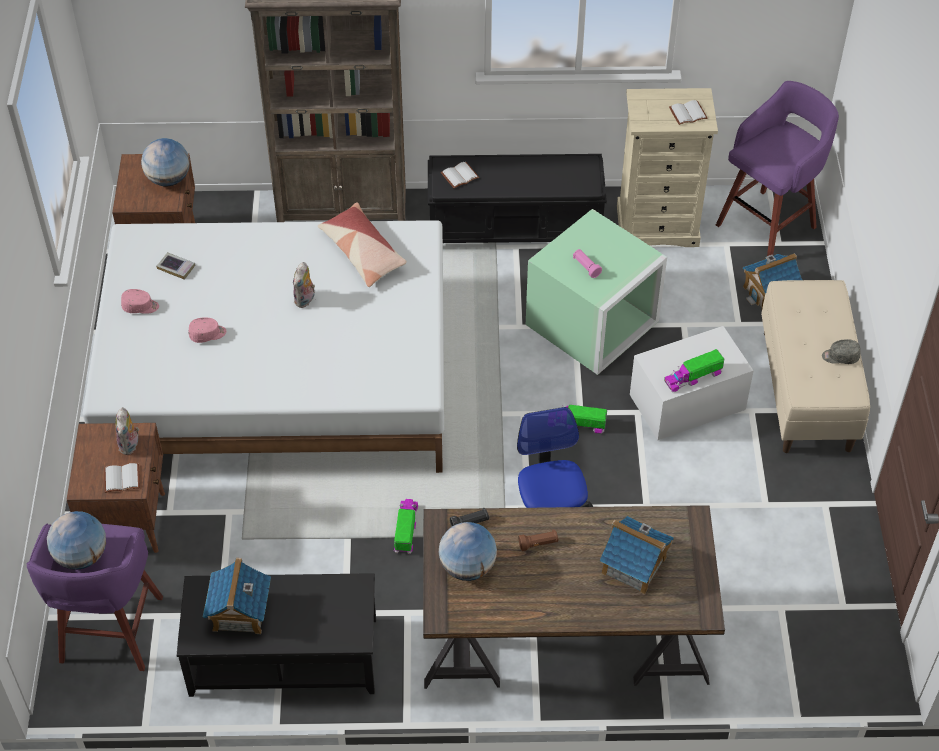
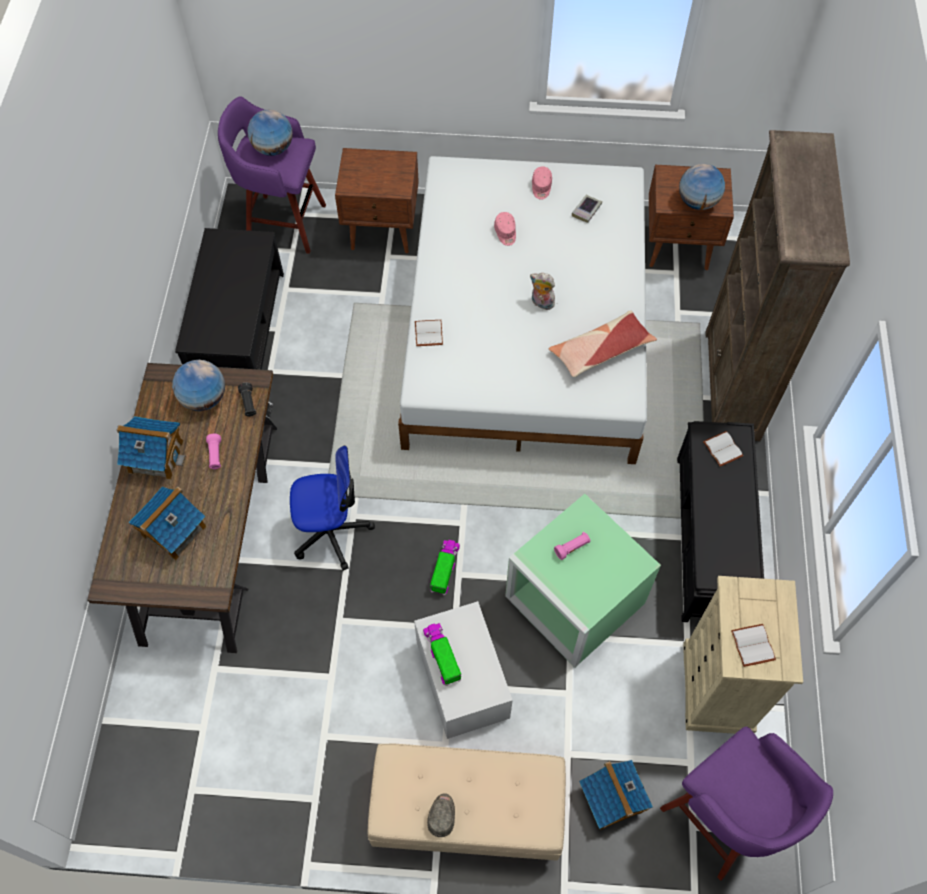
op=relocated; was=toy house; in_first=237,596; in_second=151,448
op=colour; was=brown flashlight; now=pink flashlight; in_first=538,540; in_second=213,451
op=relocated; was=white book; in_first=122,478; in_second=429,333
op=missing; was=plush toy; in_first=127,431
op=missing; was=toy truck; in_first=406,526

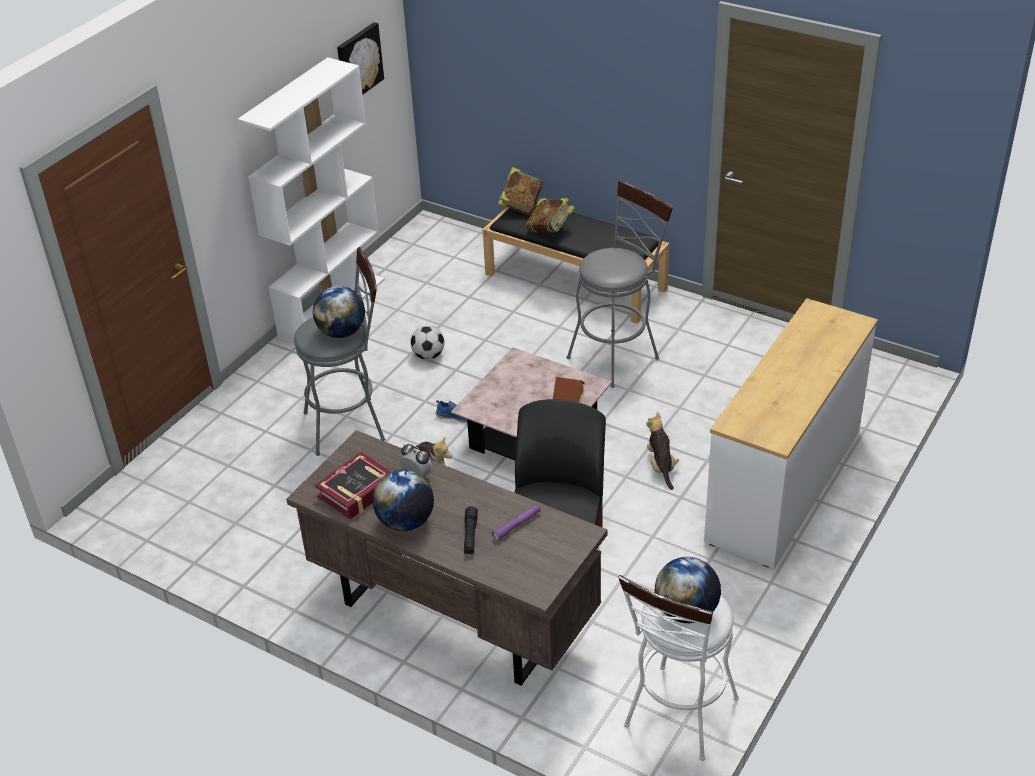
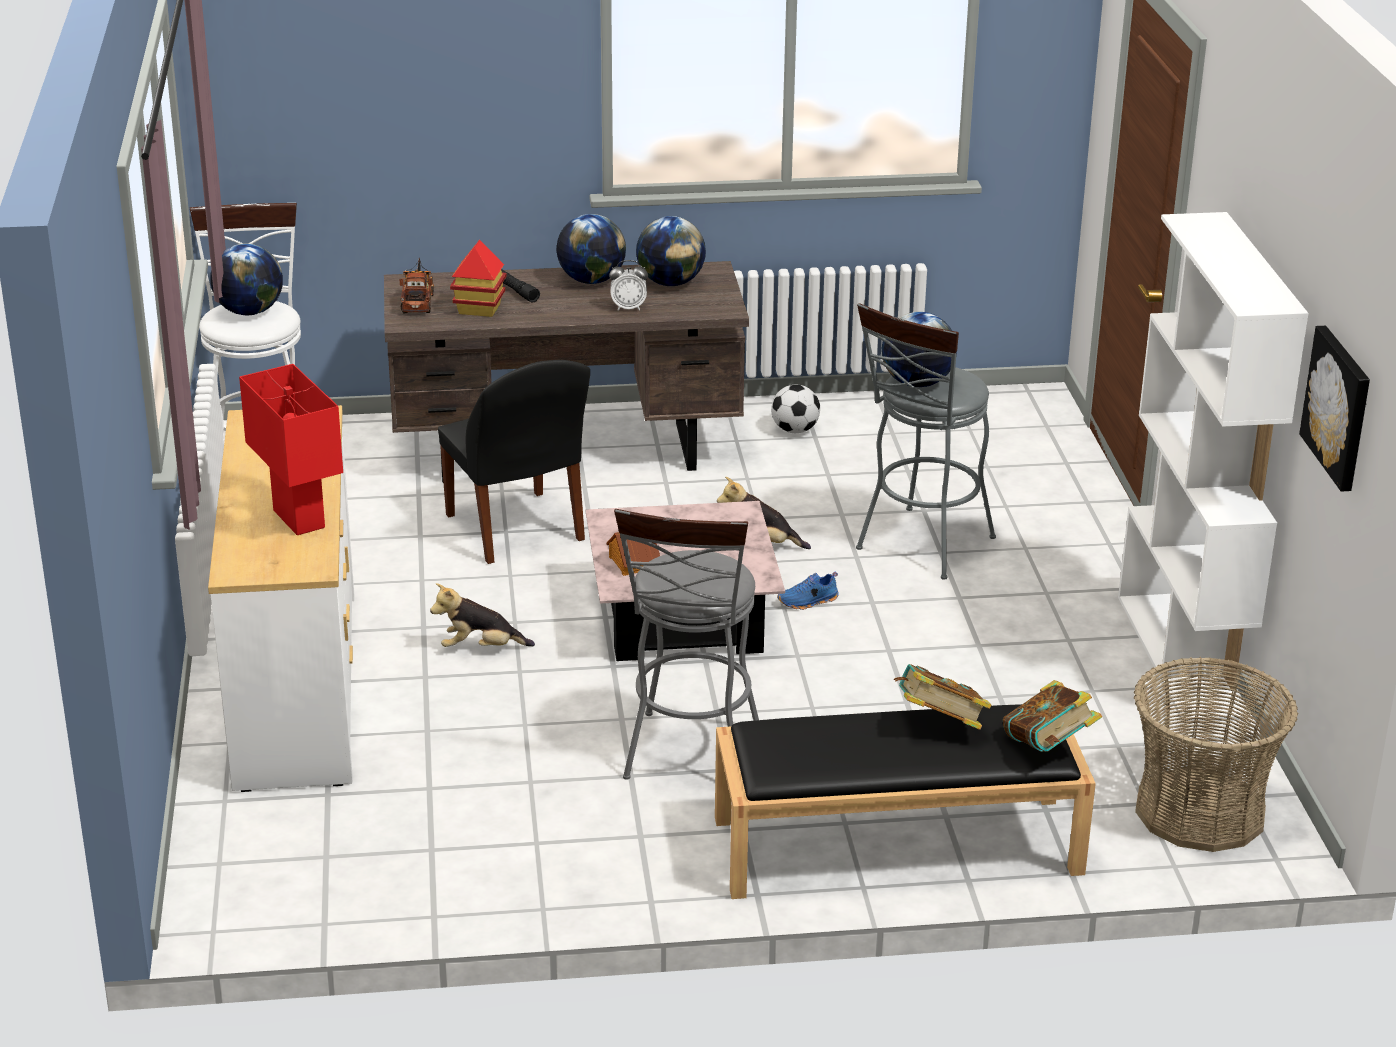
op=appeared; now=red table lamp; in_second=291,449
op=appeared; now=toy truck; in_second=416,286
op=spun; was=plush toy; in_first=662,451; in_second=482,615; clockwise=135
op=exchanged; was=purple flashlight; now=toy house; in_first=516,523; in_second=478,278
op=exchanged; was=book; now=globe; in_first=353,485; in_second=671,251
op=relocated; was=football; in_first=427,343; in_second=795,409
op=appeared; now=basket; in_second=1215,754

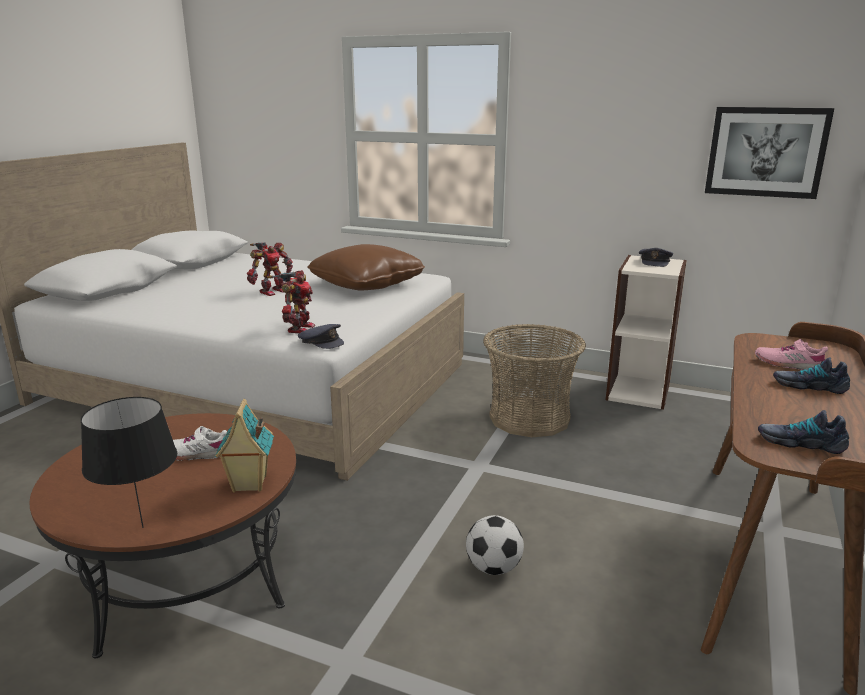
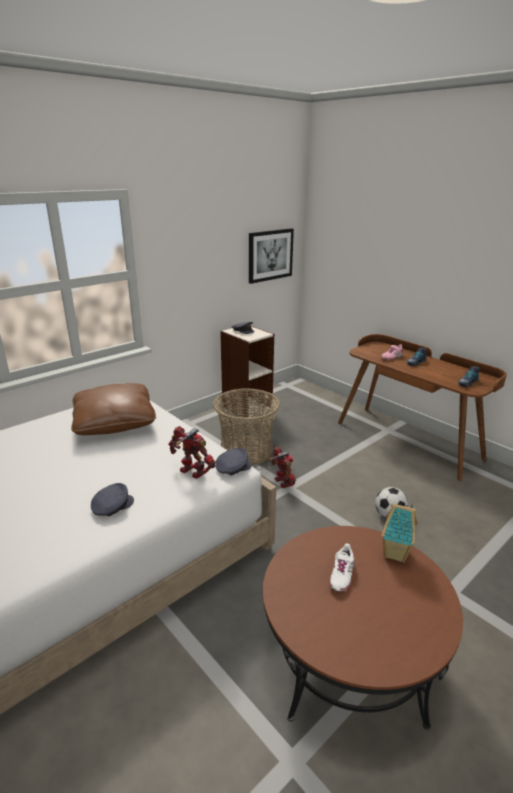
op=appeared; now=grey cap; in_second=112,500
op=relocated; was=toy robot; in_first=270,269; in_second=282,467
op=missing; was=black table lamp; in_first=129,462

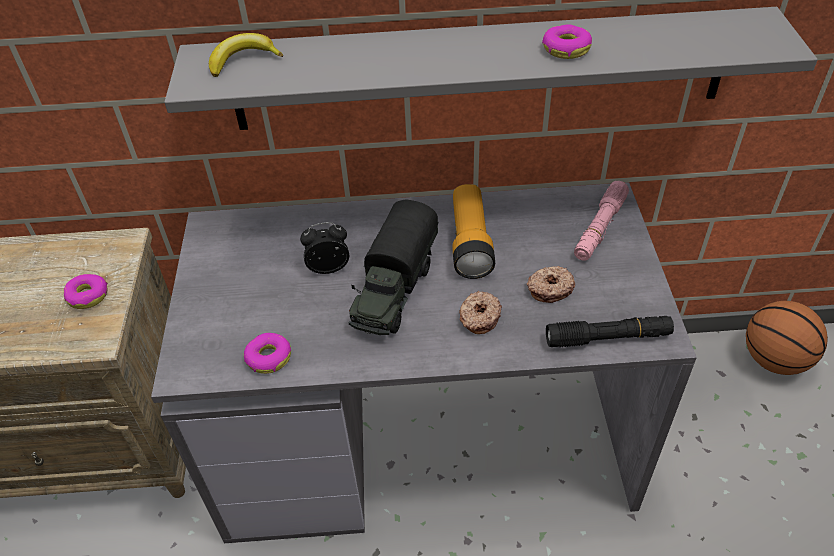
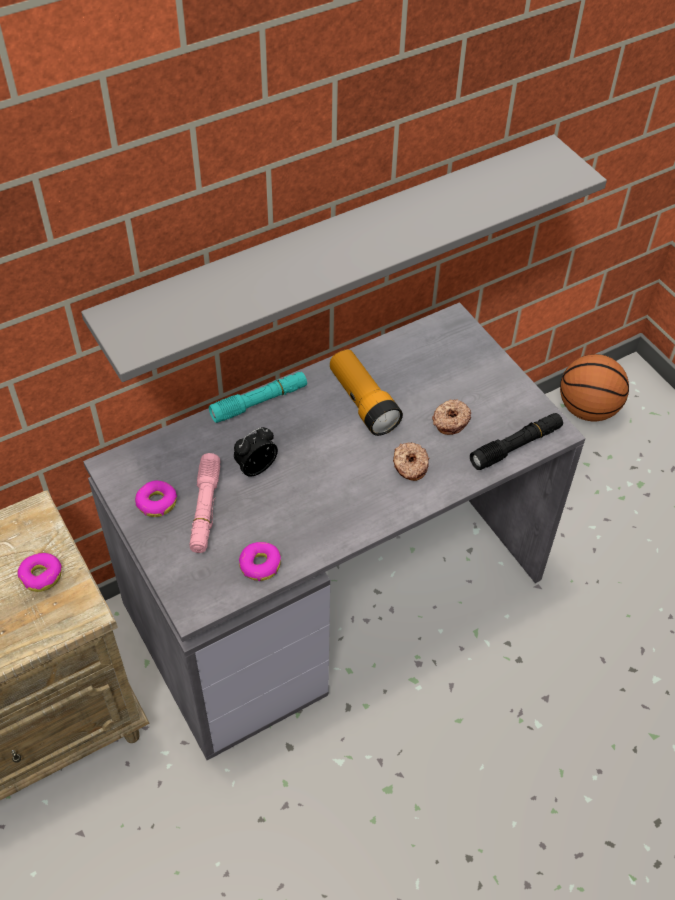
op=relocated; was=donut; in_first=567,41; in_second=156,498
op=relocated; was=pink flashlight; in_first=601,221; in_second=205,503
op=appeared; now=turquoise flashlight; in_second=258,397
op=missing; was=banana; in_first=246,55
op=missing; was=toy truck; in_first=393,267

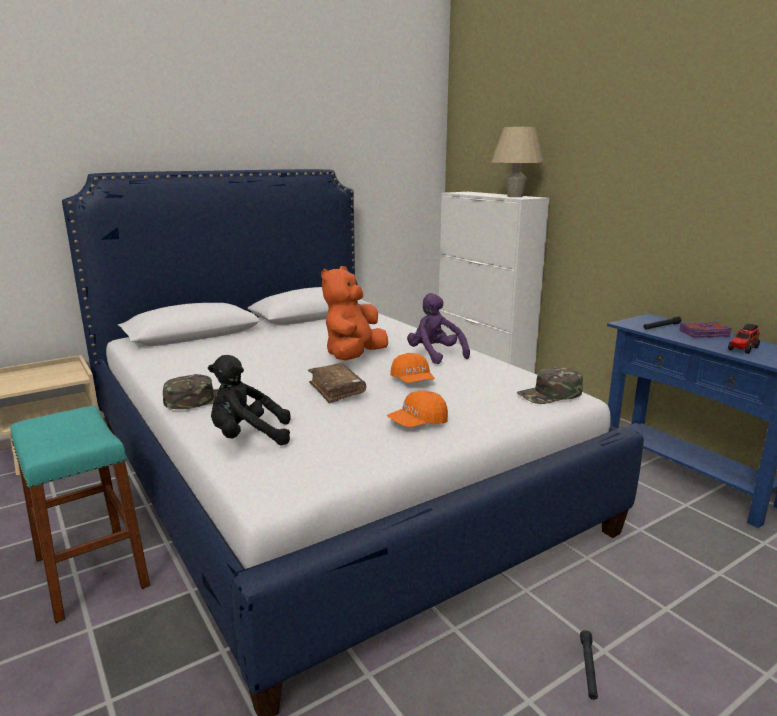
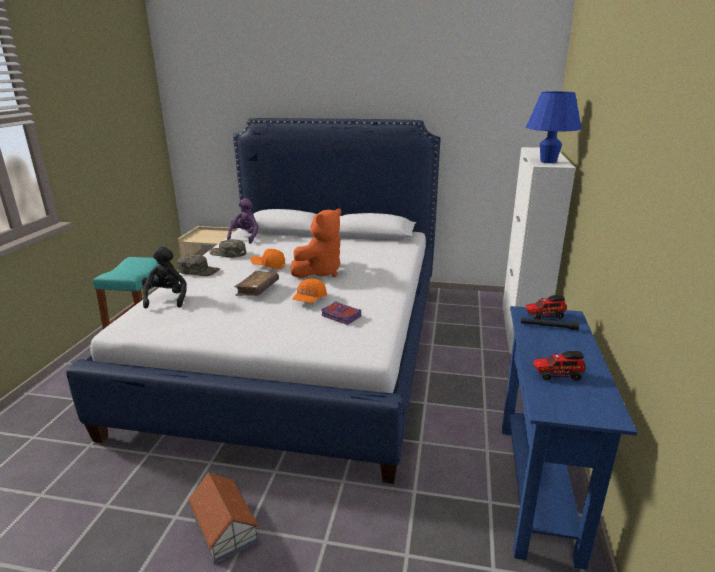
op=spun; was=black plush toy; in_first=249,400; in_second=164,277; clockwise=45
op=exchanged; was=black flashlight; now=toy house; in_first=589,665; in_second=223,518
op=relocated; was=green cap; in_first=550,385; in_second=227,248
op=relocated; was=purple plush toy; in_first=438,328; in_second=243,221
op=relocated; was=orange cap; in_first=417,409; in_second=267,259
op=spun; was=orange plush toy; in_first=354,313; in_second=316,243; clockwise=150
op=relocated; was=purple book; in_first=705,329; in_second=341,313
op=colour; was=beige table lamp; now=blue table lamp; in_first=517,162; in_second=553,127
op=appeared; now=toy truck; in_second=546,307

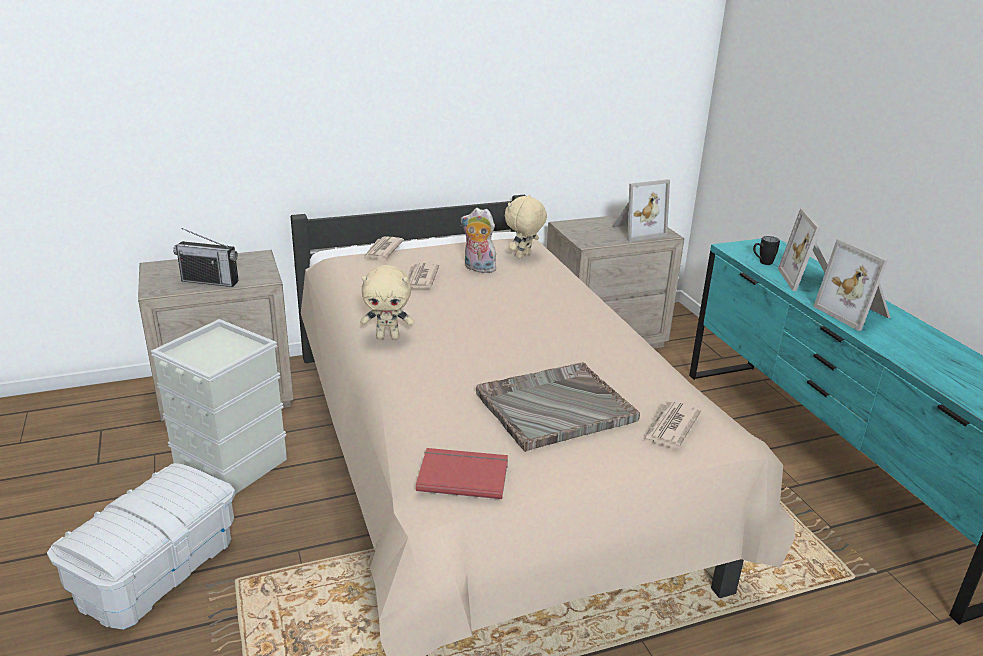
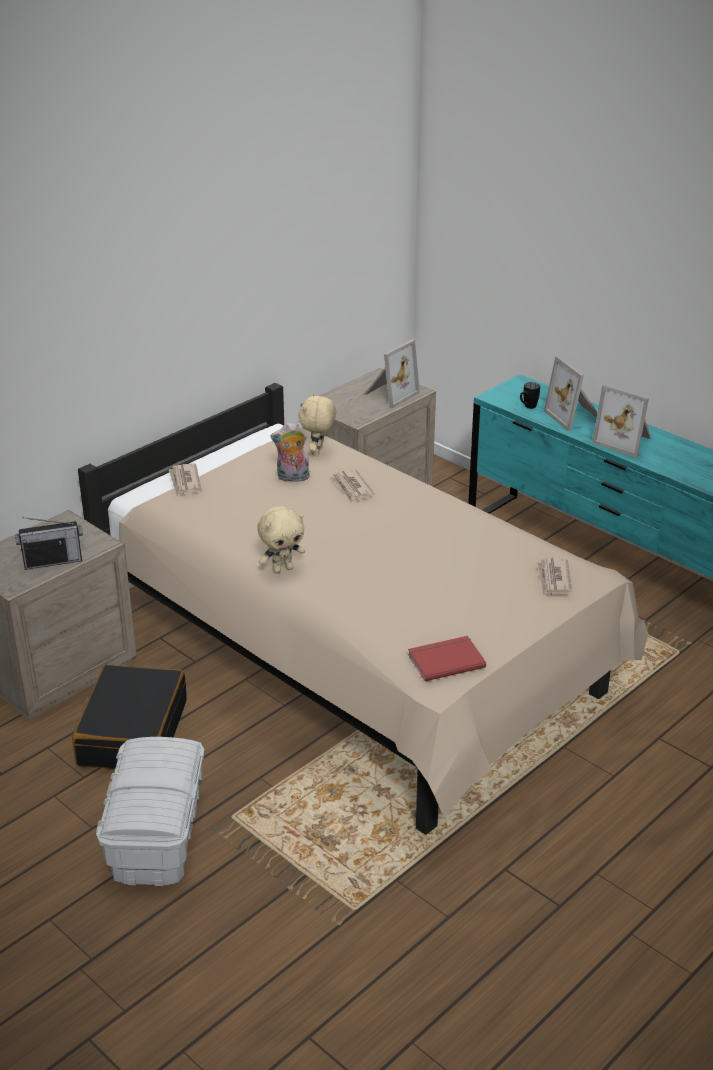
op=exchanged; was=grey storage box; now=black suitcase; in_first=219,406; in_second=129,717
op=relocated; was=newspaper; in_first=423,276; in_second=352,486
op=missing; was=grey tray; in_first=558,407

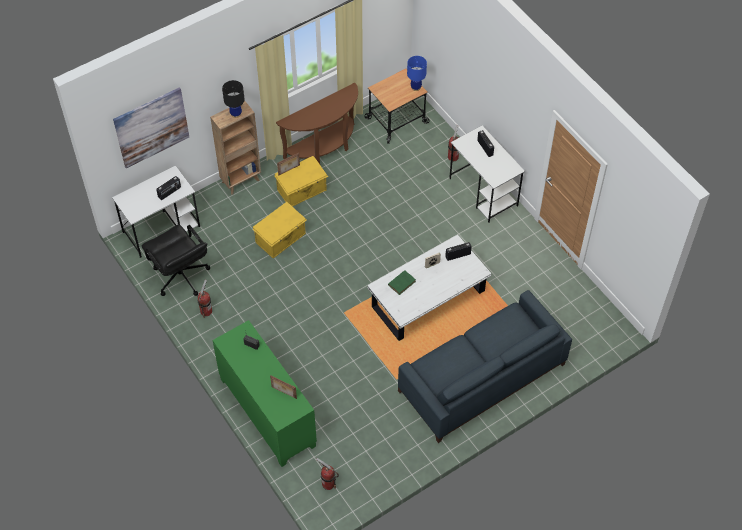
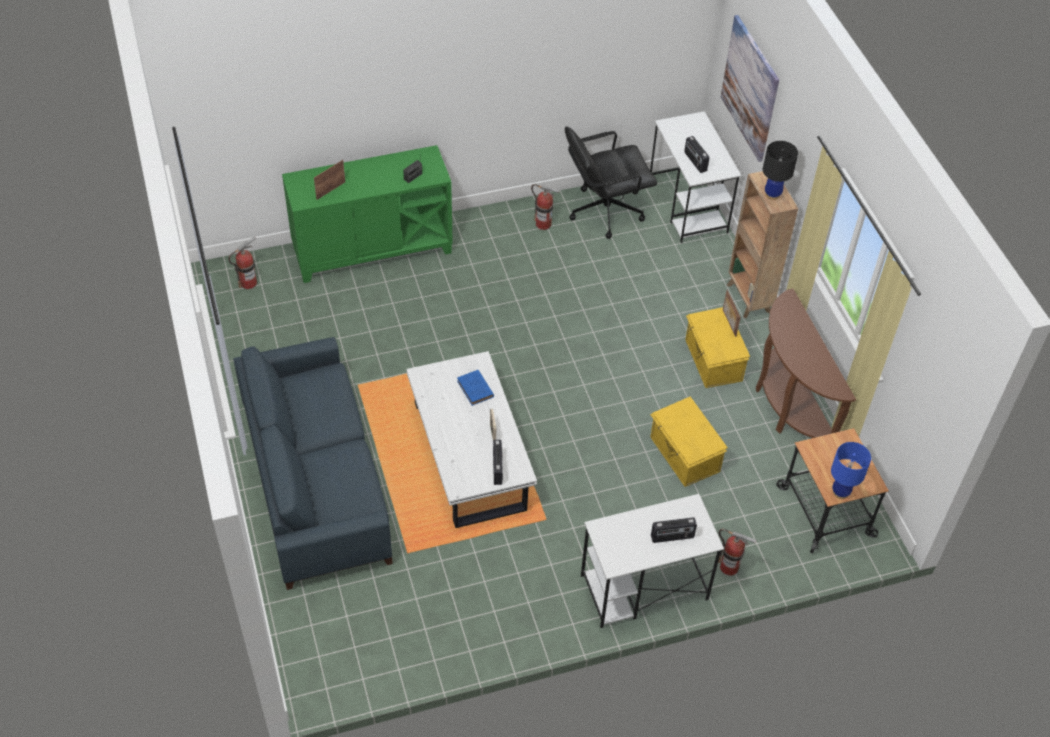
op=colour; was=green book; now=blue book; in_first=402,282; in_second=475,388
op=relocated; was=yellow storage box; in_first=280,230; in_second=689,442

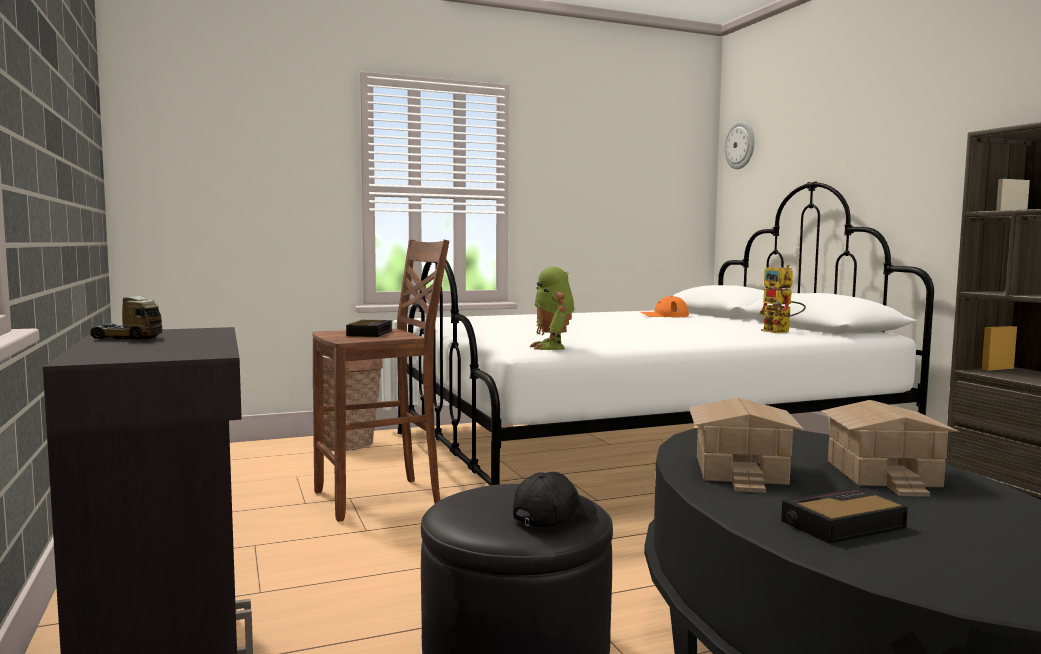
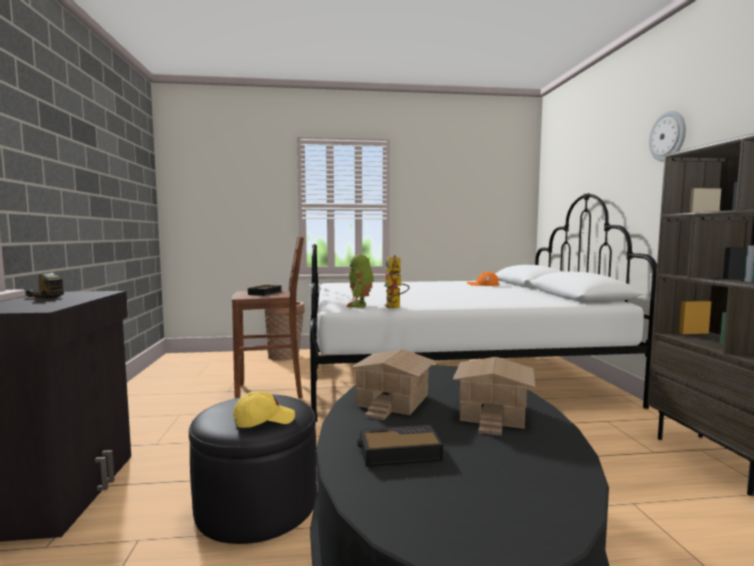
op=colour; was=black cap; now=yellow cap; in_first=555,499; in_second=264,409
op=relocated; was=toy robot; in_first=782,298; in_second=397,282
op=relocated; was=wall clock; in_first=739,145; in_second=667,136

